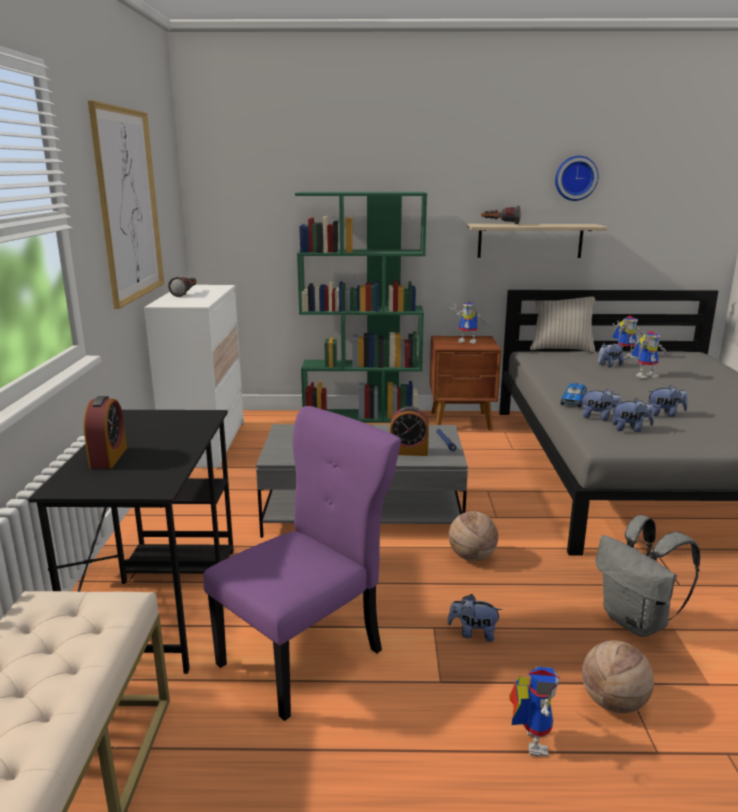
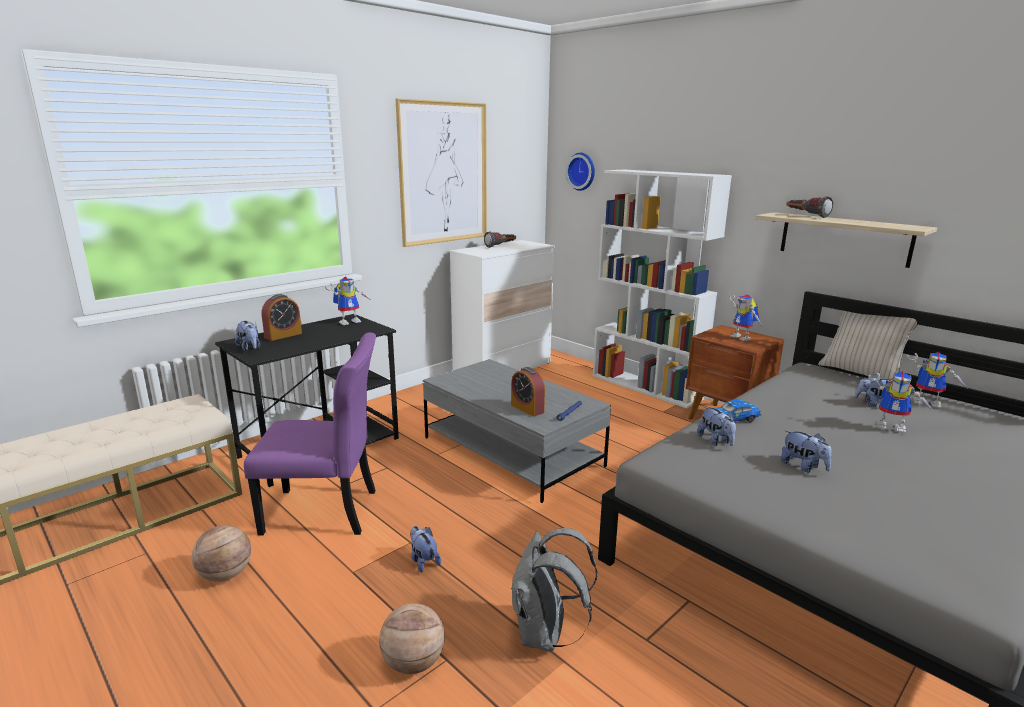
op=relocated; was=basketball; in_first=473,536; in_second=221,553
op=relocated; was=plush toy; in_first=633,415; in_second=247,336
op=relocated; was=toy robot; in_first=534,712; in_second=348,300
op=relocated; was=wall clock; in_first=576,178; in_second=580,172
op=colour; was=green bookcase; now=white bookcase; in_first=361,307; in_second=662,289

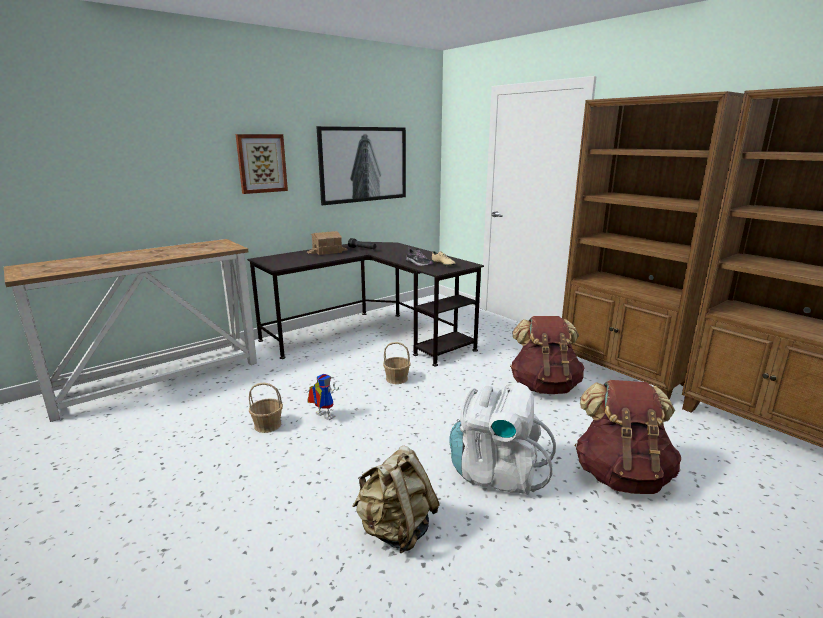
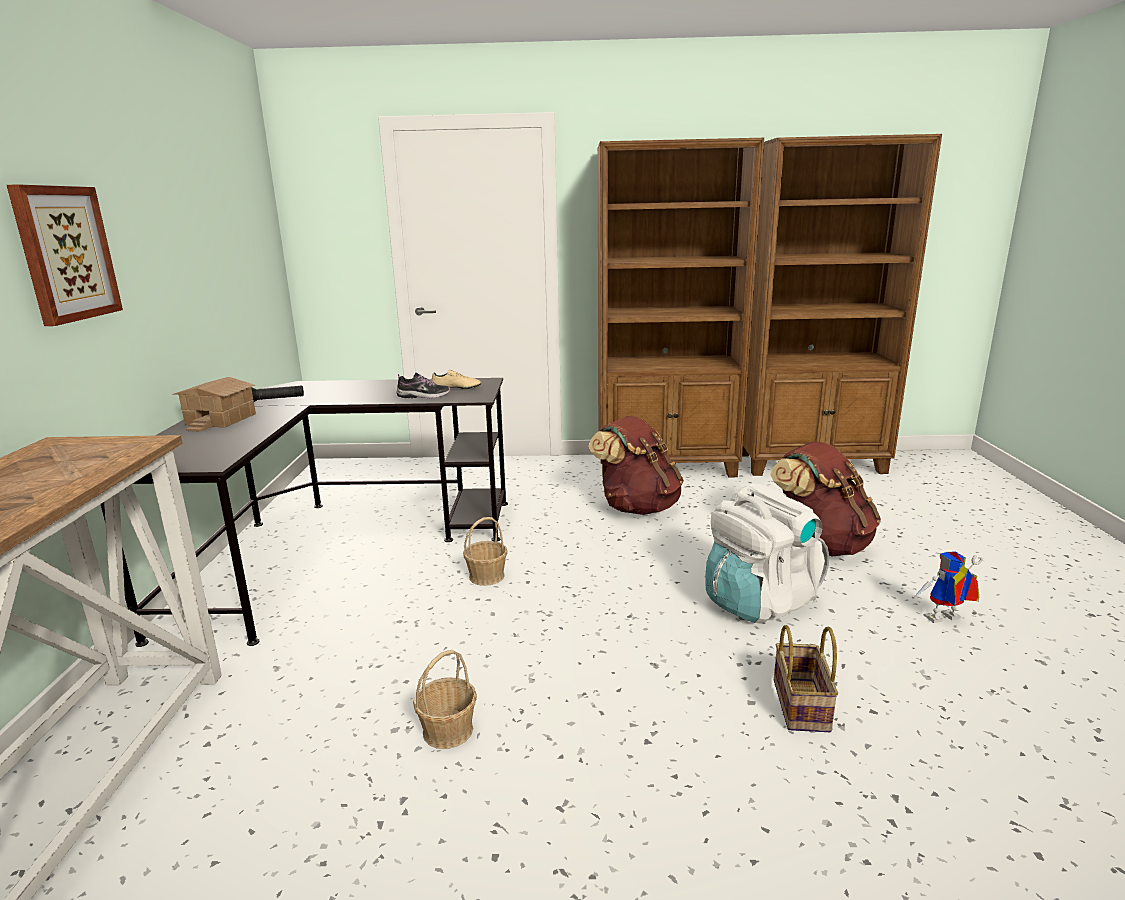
op=exchanged; was=beige backpack; now=basket; in_first=396,499; in_second=806,678
op=relocated; was=toy robot; in_first=323,397; in_second=948,587
op=missing; was=picture; in_first=361,165

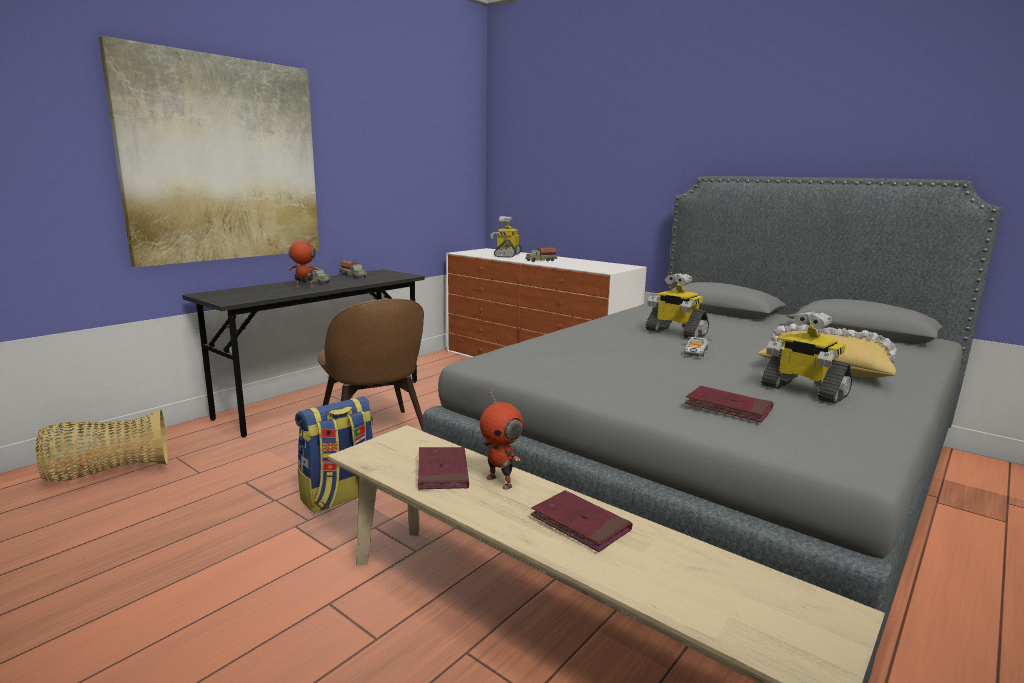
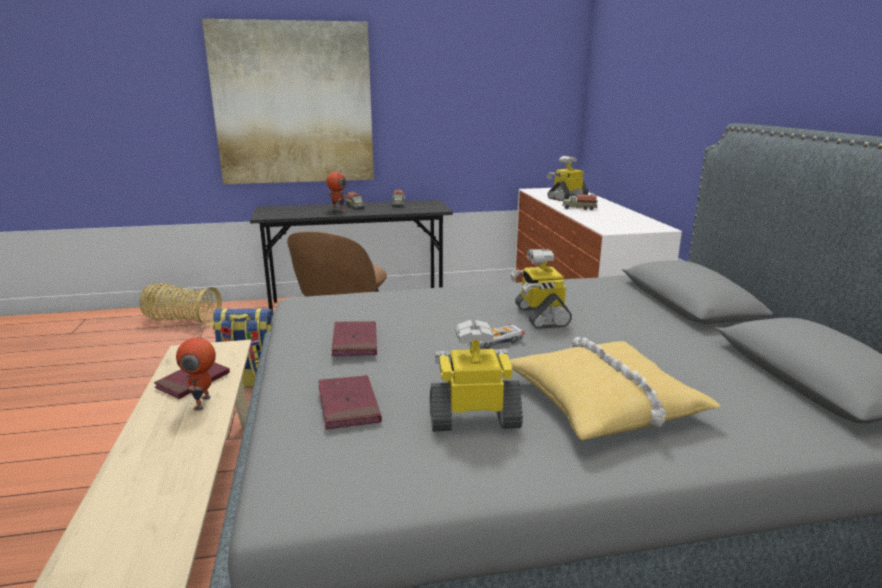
op=relocated; was=red book; in_first=581,521; in_second=354,338
op=spun; was=toy robot; in_first=806,357; in_second=476,376; clockwise=90

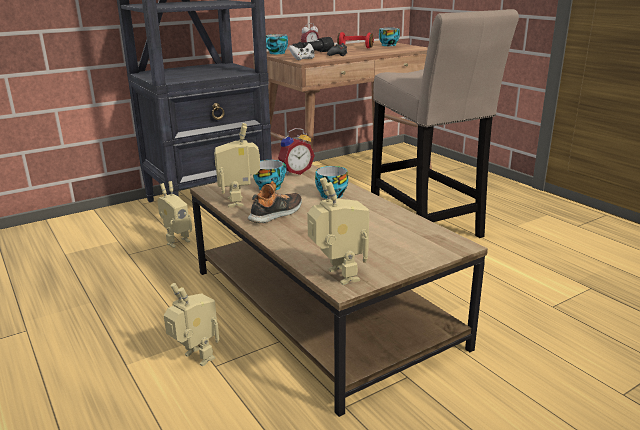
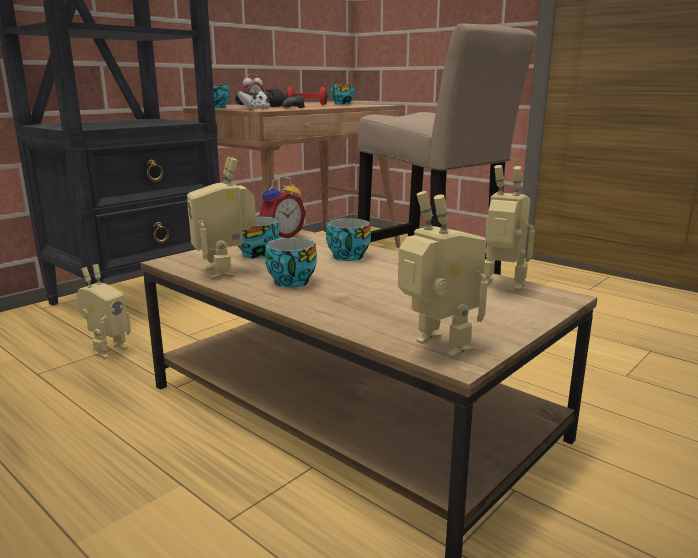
op=exchanged; was=shoe; now=cup; in_first=275,202; in_second=291,263
op=relocated; was=toy robot; in_first=191,324; in_second=509,228

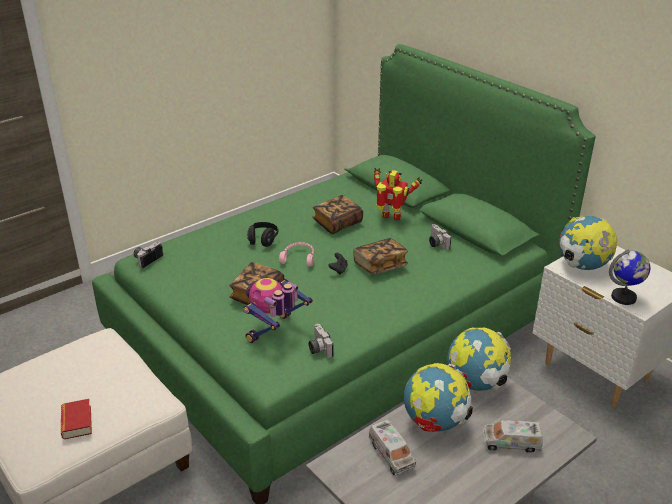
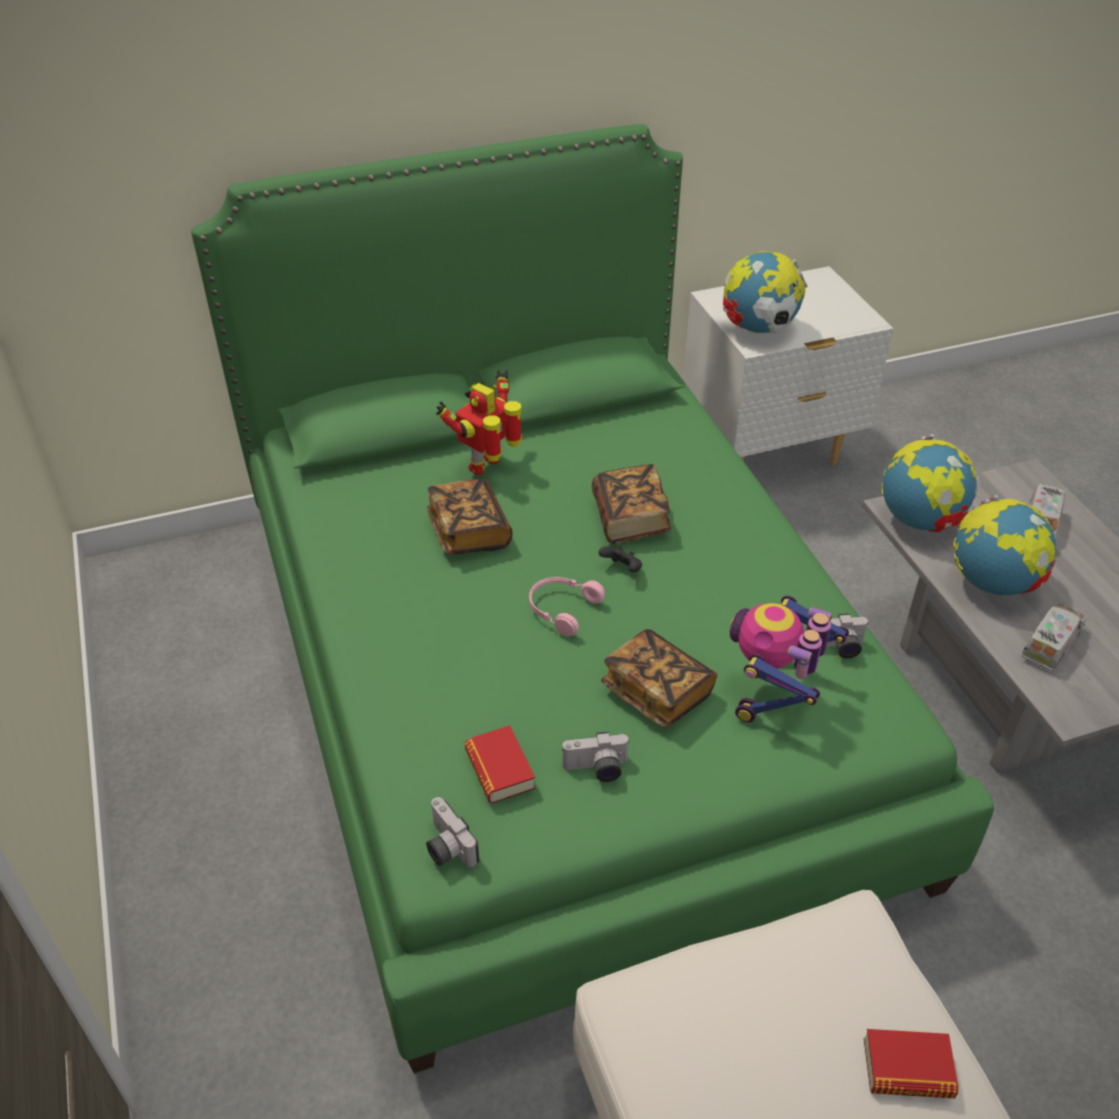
op=appeared; now=book; in_second=500,764
op=relocated; was=photo camera; in_first=440,237; in_second=596,756
op=spun; was=toy robot; in_first=278,310; in_second=789,658; clockwise=60
op=spun; was=toy truck; in_first=392,447; in_second=1054,636; clockwise=-45
op=missing; was=black headphones; in_first=263,234
op=missing; was=globe; in_first=629,277

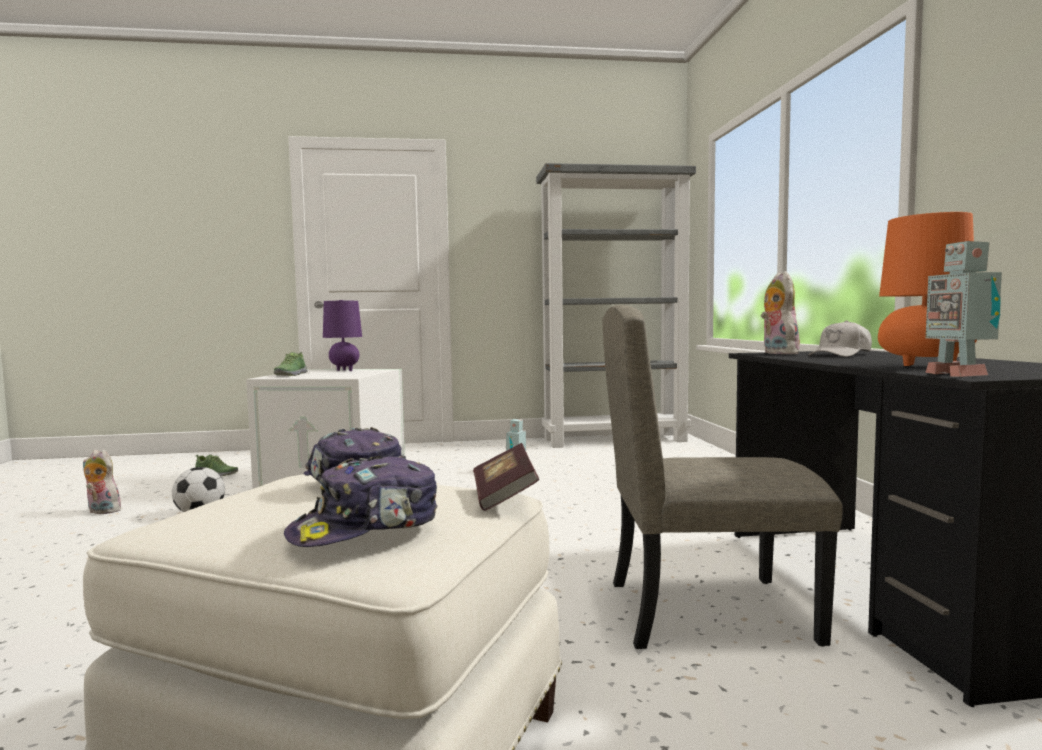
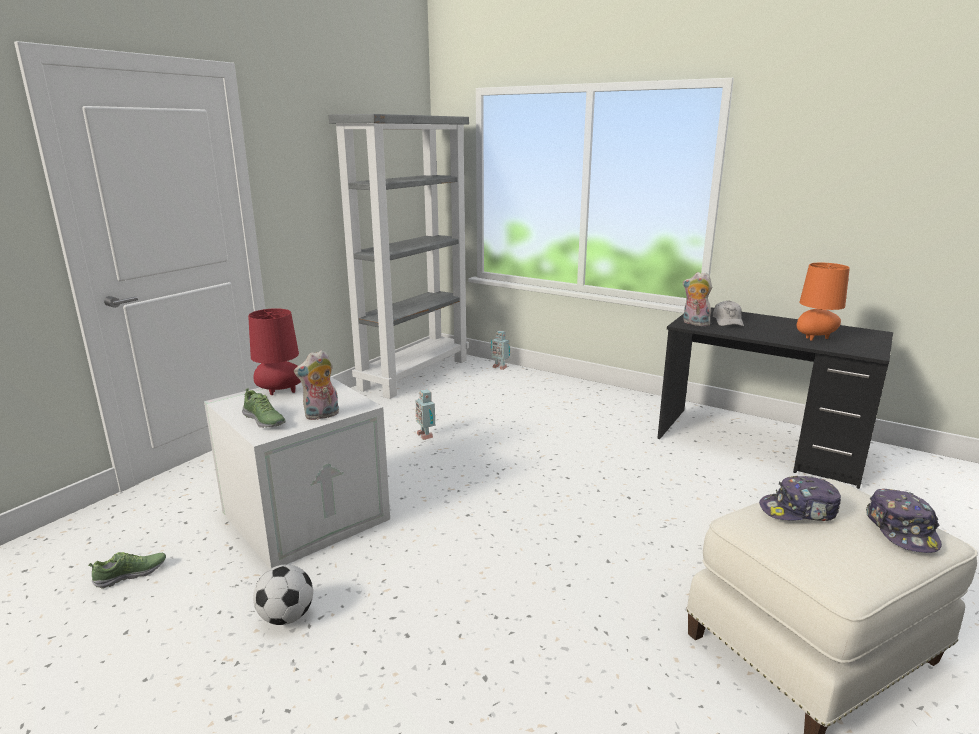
op=colour; was=purple table lamp; now=red table lamp; in_first=342,335; in_second=274,351
op=relocated; was=plush toy; in_first=102,482; in_second=316,385
op=relocated; was=toy robot; in_first=963,309; in_second=500,350
op=missing; was=book; in_first=506,477
op=missing; was=beige chair; in_first=722,477

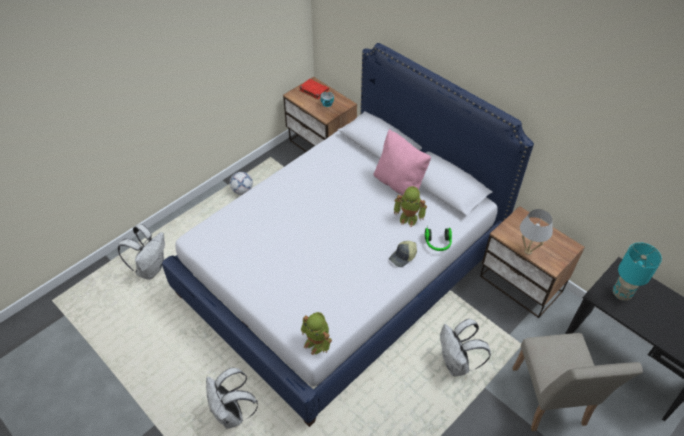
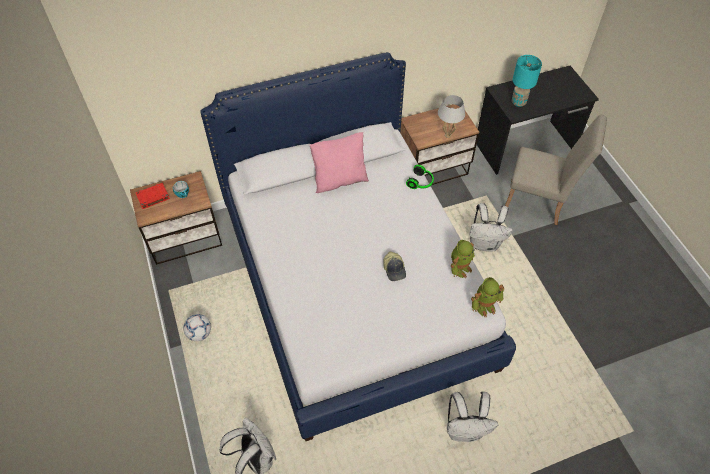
op=relocated; was=cap; in_first=403,254; in_second=394,266
op=relocated; was=toy robot; in_first=410,206; in_second=463,259

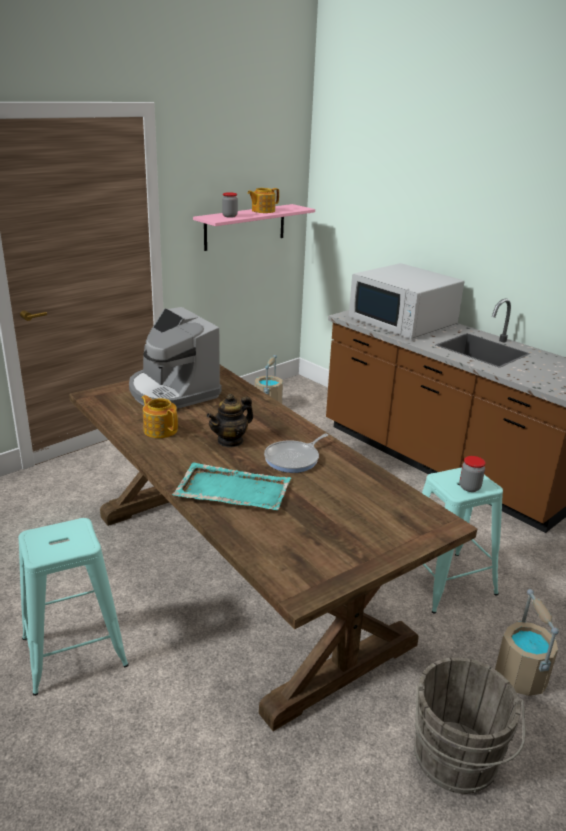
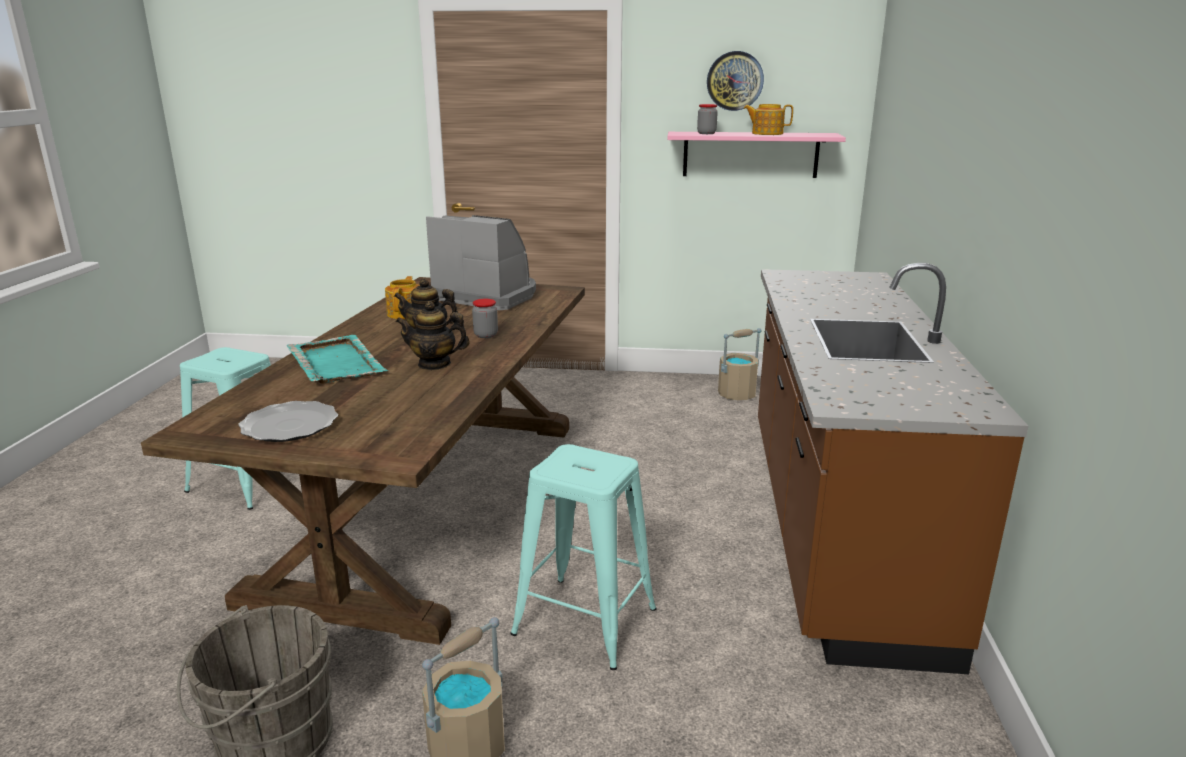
op=appeared; now=plate; in_second=288,421
op=exchanged; was=frying pan; now=teapot; in_first=296,453; in_second=433,335
op=spun; was=coffee machine; in_first=175,358; in_second=481,262; clockwise=105
op=relocated; was=jar; in_first=472,474; in_second=485,318
op=appeared; now=wall clock; in_second=735,81
op=missing; was=white microwave; in_first=406,301

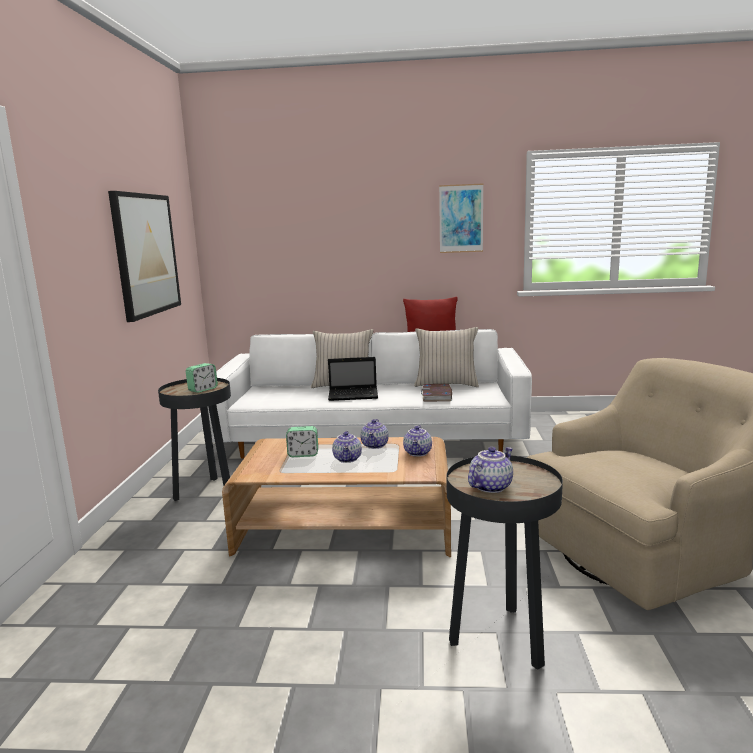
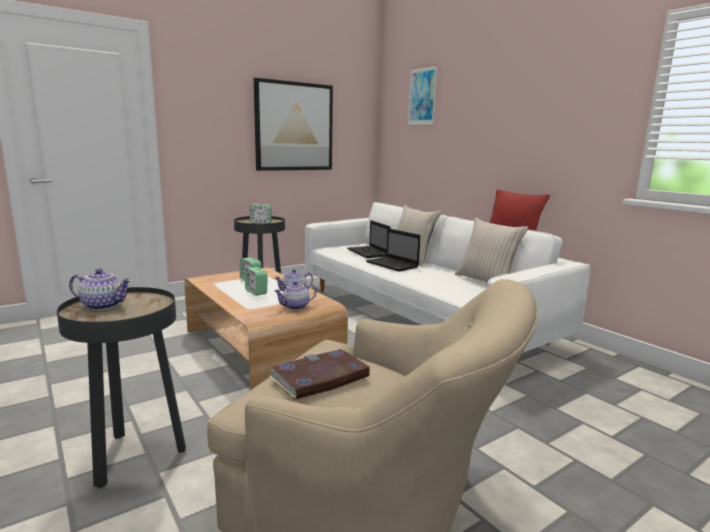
op=exchanged; was=teapot; now=alarm clock; in_first=347,447; in_second=256,281
op=relocated; was=book; in_first=436,393; in_second=319,374
op=appeared; now=laptop; in_second=369,239
op=relocated; was=picture; in_first=461,218; in_second=423,95

